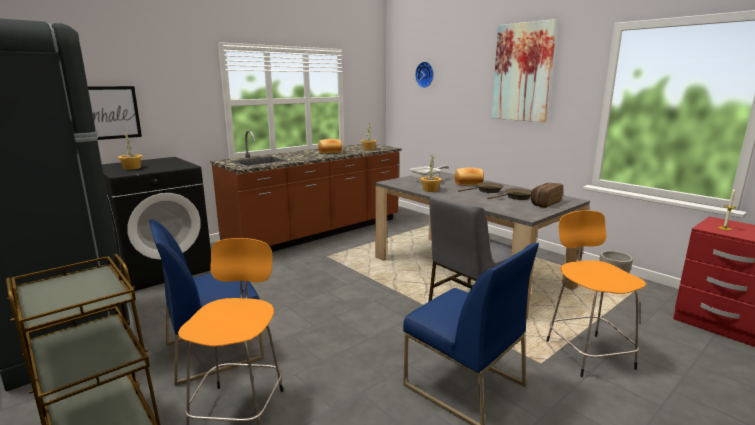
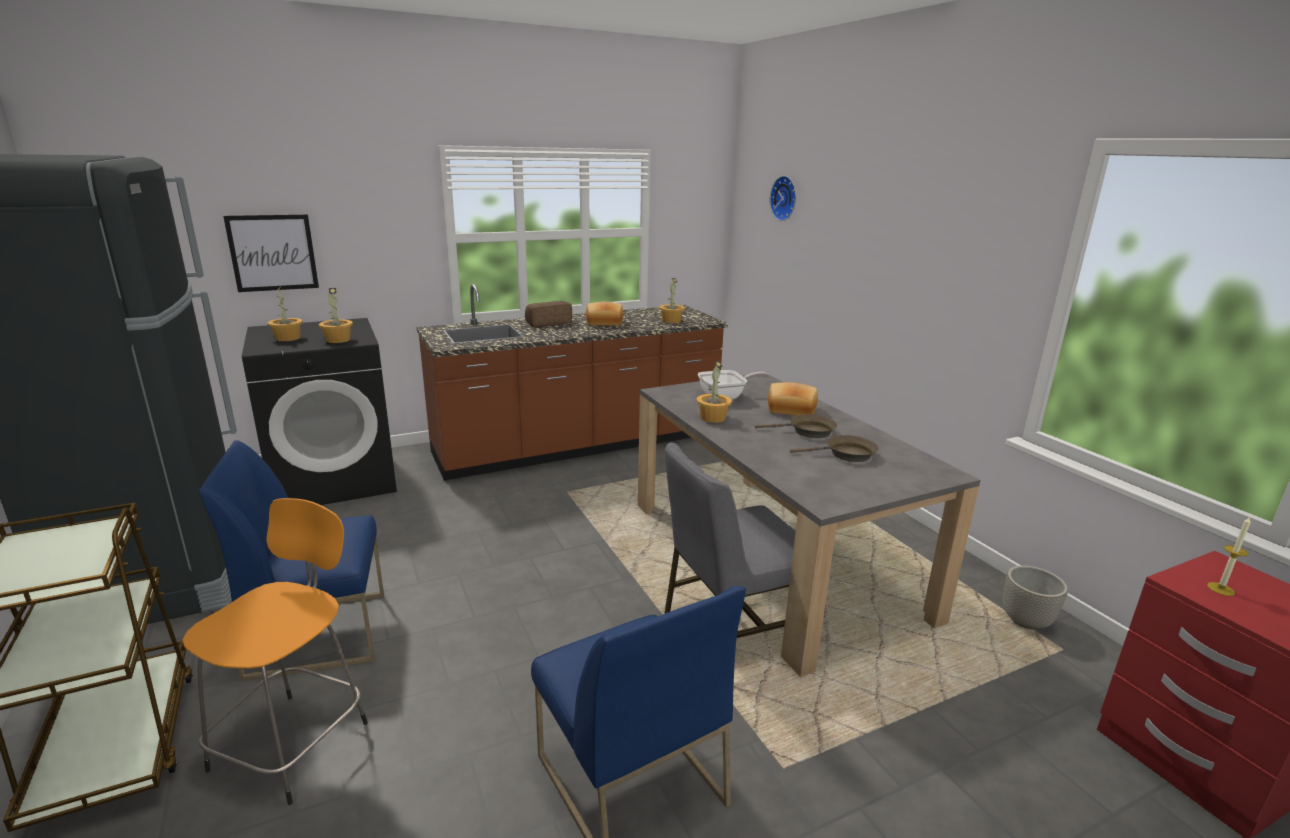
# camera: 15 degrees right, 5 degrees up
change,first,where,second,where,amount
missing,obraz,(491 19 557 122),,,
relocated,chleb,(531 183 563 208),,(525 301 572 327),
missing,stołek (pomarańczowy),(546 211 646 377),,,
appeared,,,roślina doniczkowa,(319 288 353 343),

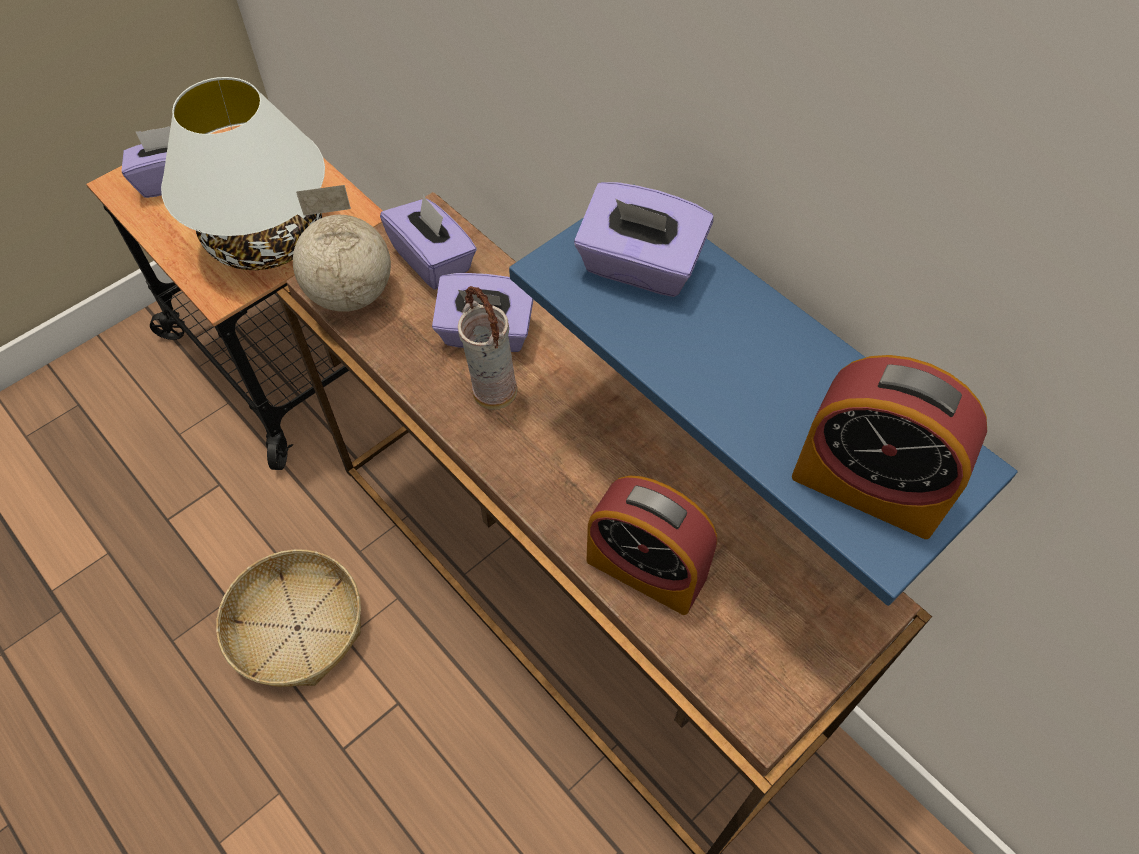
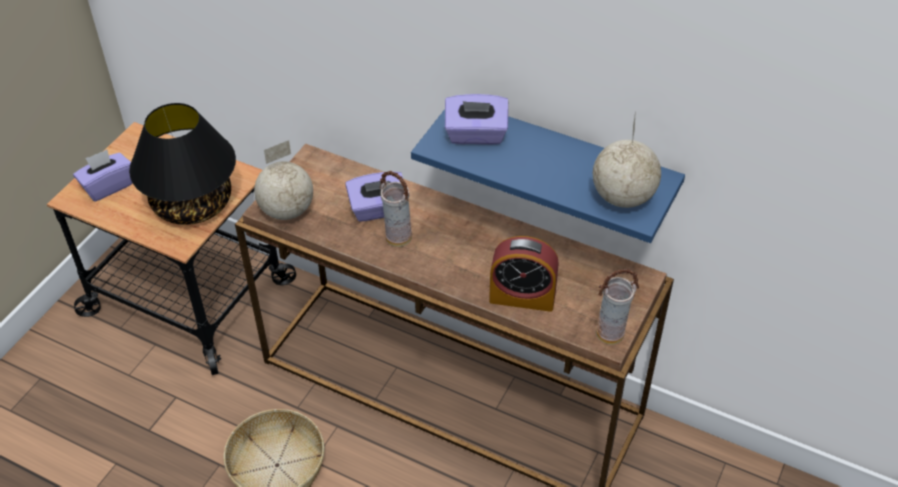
# camera: 20 degrees left, 10 degrees down
change,first,where,second,where,amount
colour,lampa stołowa (biały),(161 77 325 270),lampa stołowa (czarny),(129 103 236 225),
missing,pudełko chusteczek (fioletowy),(380 194 477 290),,,
exchanged,budzik,(792 355 987 539),globus,(593 110 661 208),
appeared,,,wazon,(596 268 639 345),

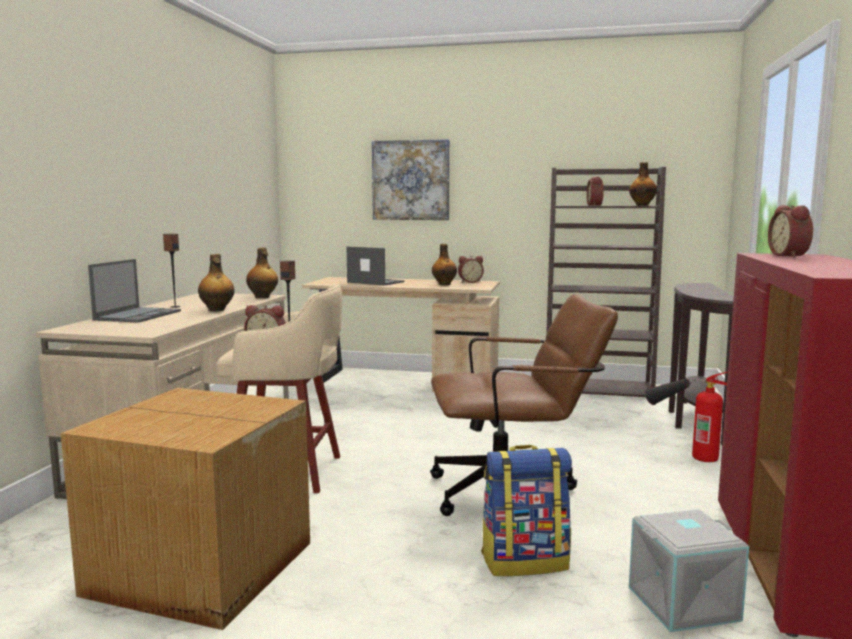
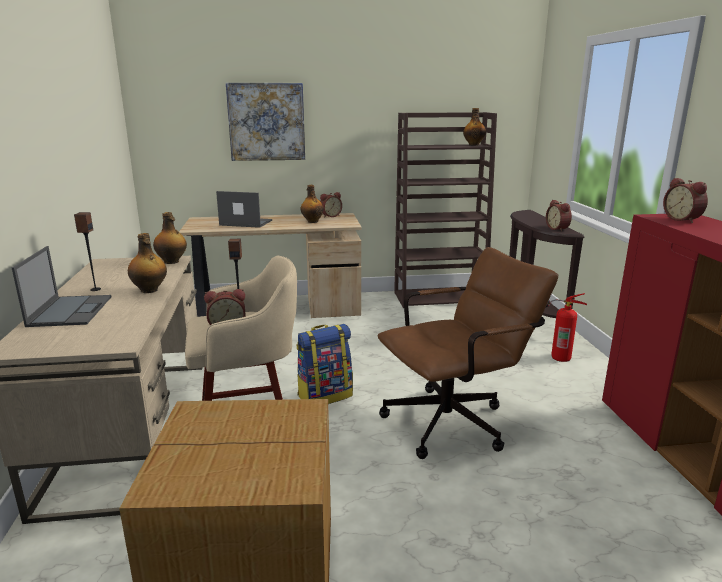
# camera: 20 degrees left, 10 degrees up
change,first,where,second,where,amount
relocated,budzik,(587 177 604 206),,(546 200 572 232),
relocated,plecak,(481 445 572 576),,(297 324 353 404),
missing,pojemnik do przechowywania (szary),(629 509 749 632),,,

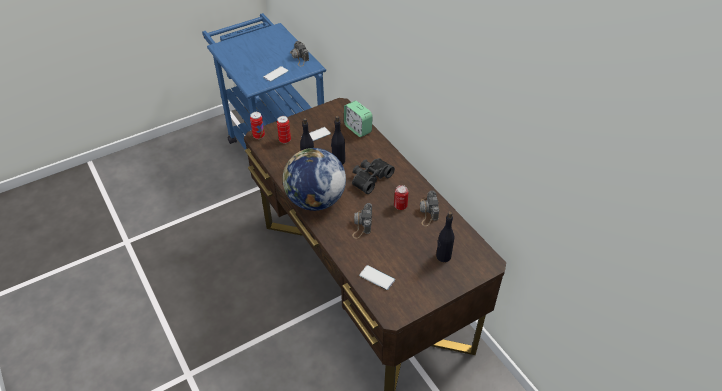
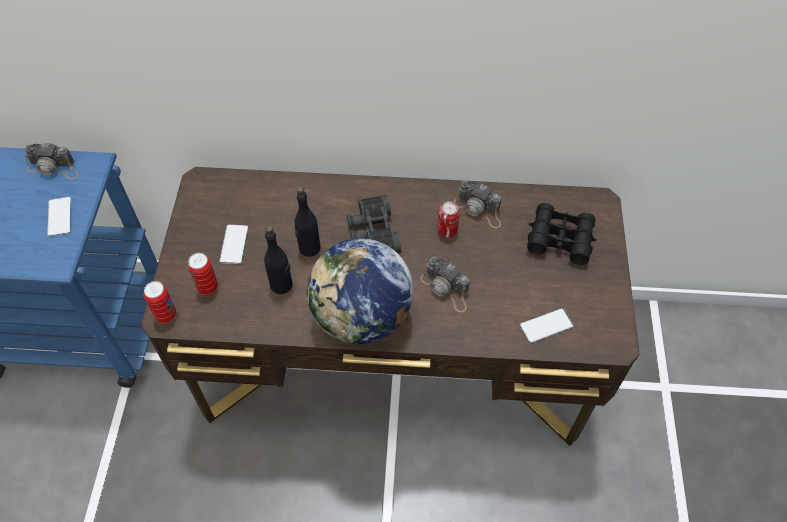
# camera: 55 degrees left, 10 degrees up
change,first,where,second,where,amount
missing,budzik,(344 101 373 137),,,
exchanged,butelka (czarny),(436 211 455 262),lornetka (czarny),(527 203 597 265),

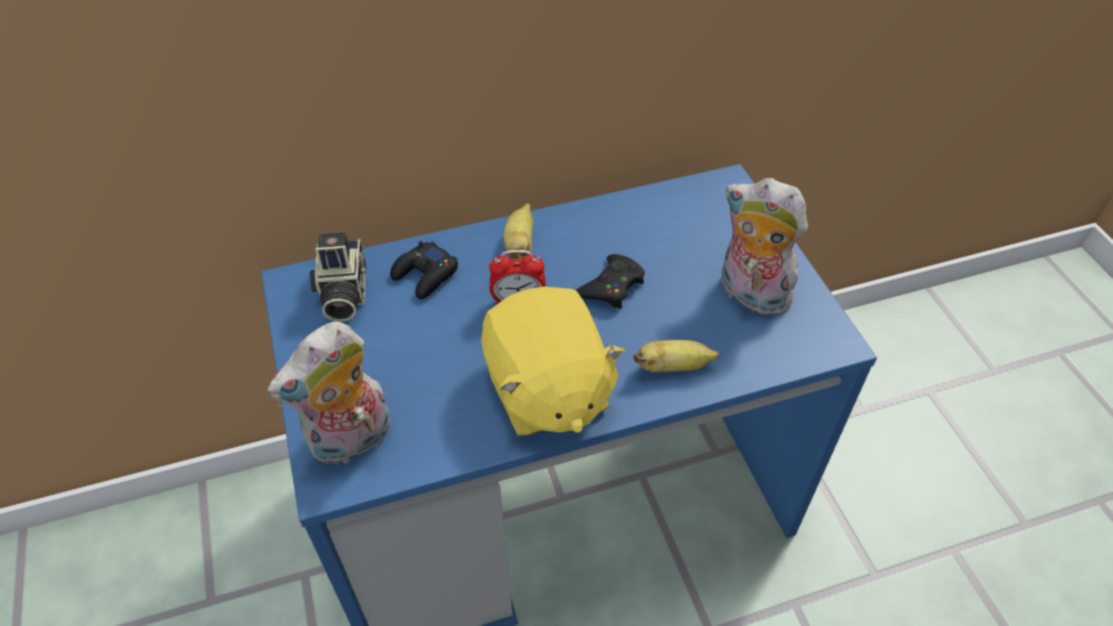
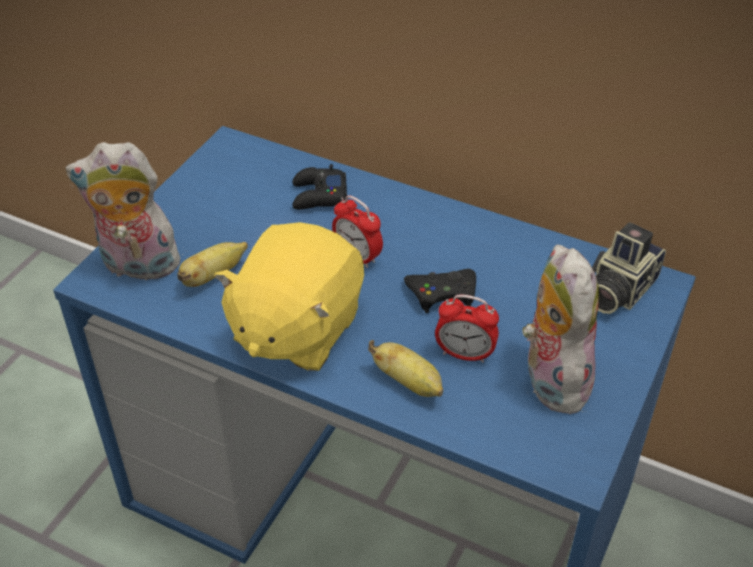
# camera: 45 degrees right, 5 degrees down
change,first,where,second,where,amount
relocated,banan,(503 203 533 260),,(177 242 248 287),
relocated,aparat fotograficzny,(310 232 366 322),,(592 222 666 314),
appeared,,,budzik,(435 295 499 363),

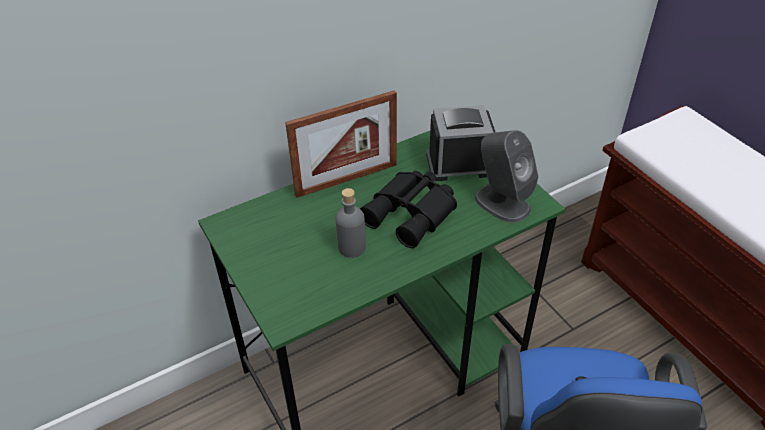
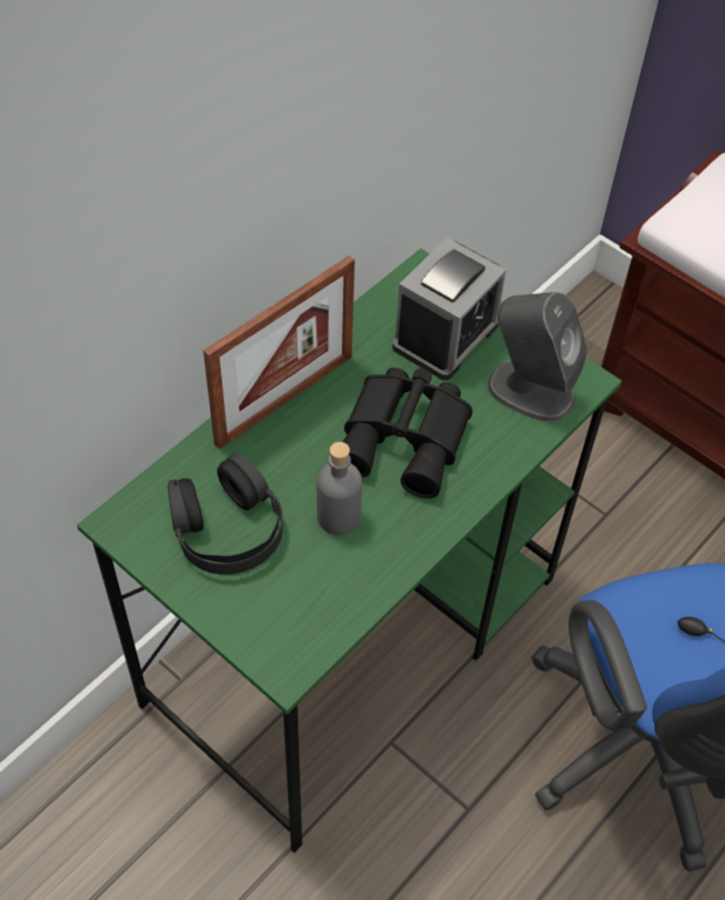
# camera: 20 degrees left, 10 degrees up
change,first,where,second,where,amount
spun,budzik,(426 105 495 181),,(392 238 506 380),150 degrees clockwise
appeared,,,słuchawki (czarny),(168 453 283 575),

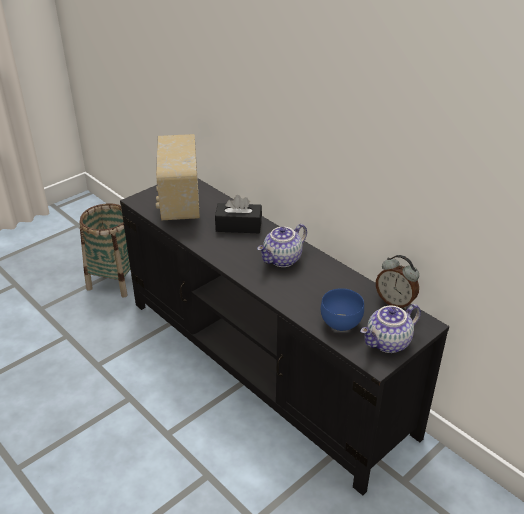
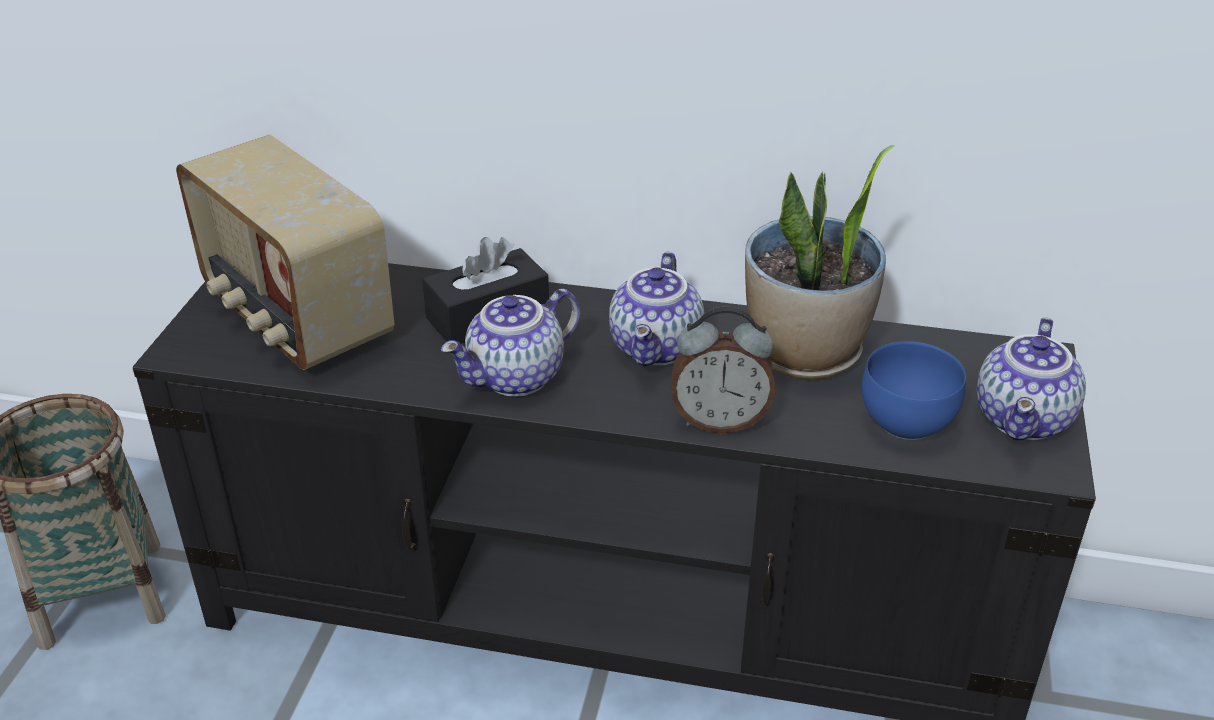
# camera: 35 degrees left, 0 degrees up
change,first,where,second,where,amount
relocated,budzik,(376 255 419 310),,(671 306 775 433),
appeared,,,roślina doniczkowa,(745 145 895 379),
appeared,,,imbryk,(441 289 580 396),

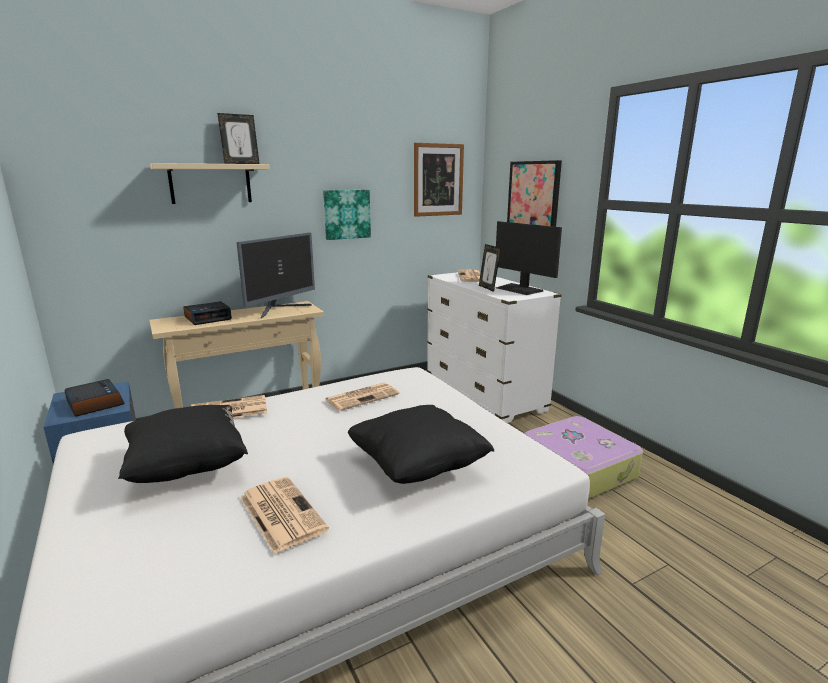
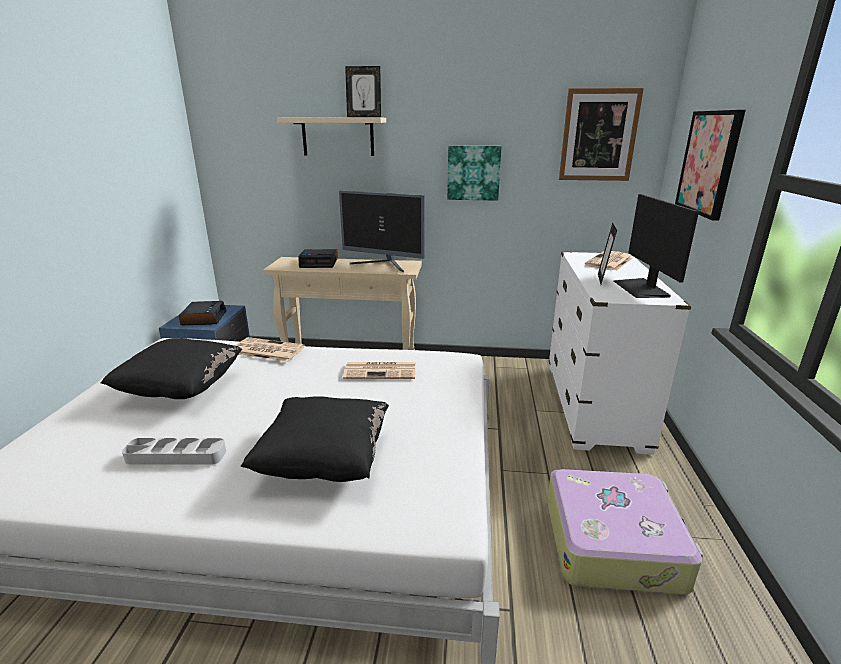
# camera: 35 degrees right, 5 degrees up
change,first,where,second,where,amount
spun,monitor,(237 233 315 318),,(339 190 425 272),45 degrees clockwise
exchanged,gazeta,(240 477 329 554),taca (szary),(122 438 226 465),

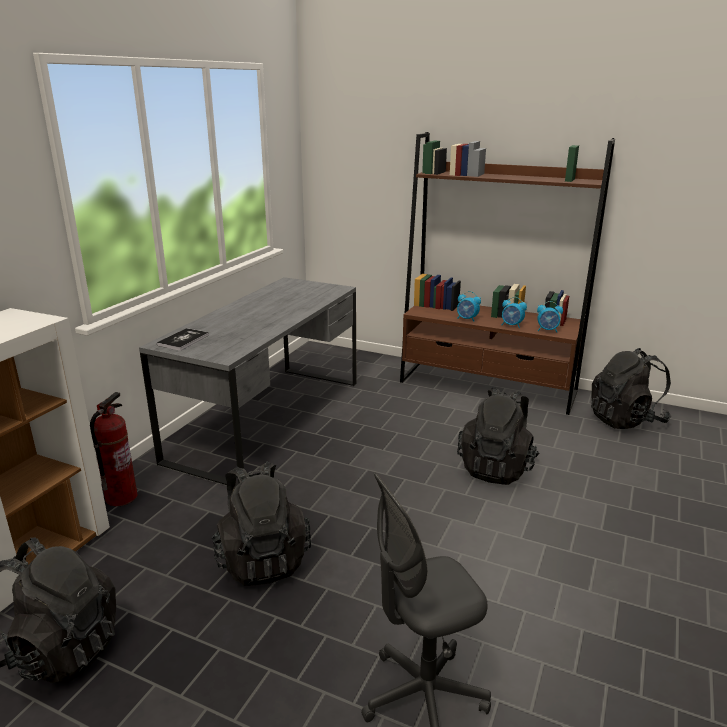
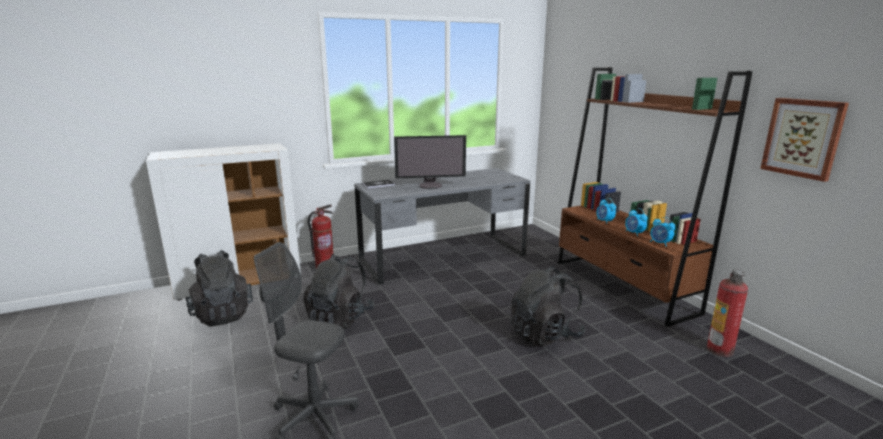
# camera: 40 degrees right, 5 degrees down
change,first,where,second,where,amount
exchanged,plecak (czarny),(591 348 671 429),gaśnica,(706 269 748 357),
appeared,,,obraz,(760 98 849 182),
appeared,,,monitor,(394 135 466 189),

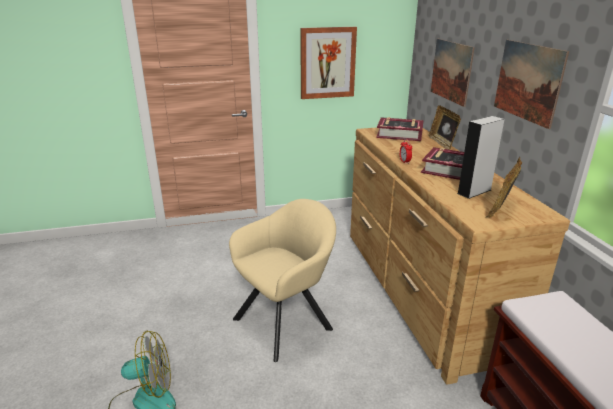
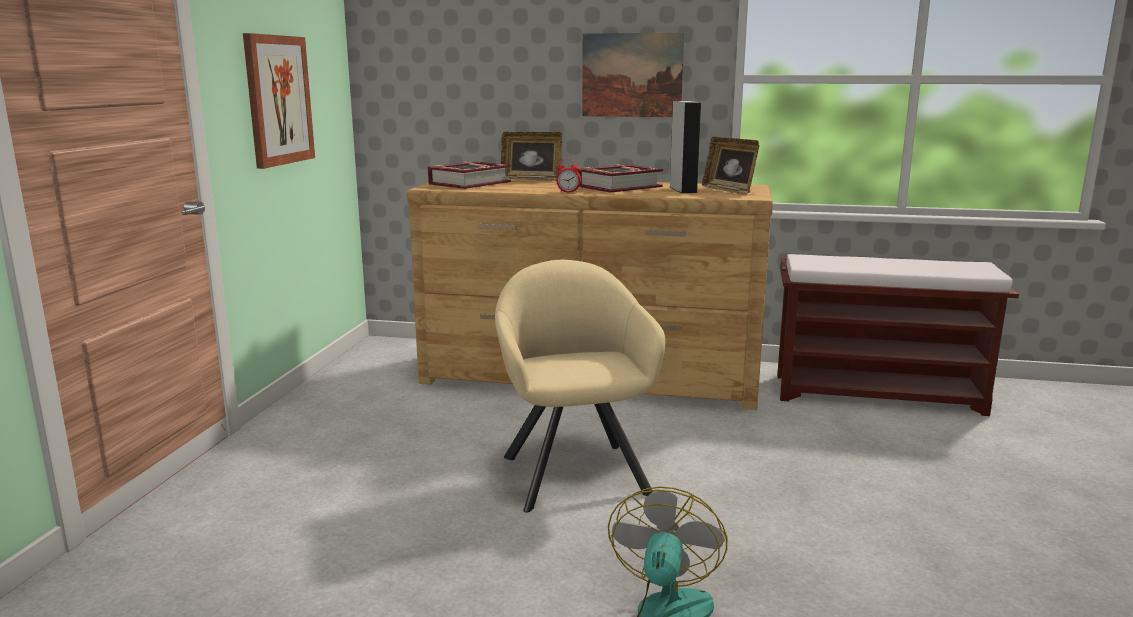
# camera: 65 degrees left, 10 degrees down
change,first,where,second,where,amount
missing,obraz,(431 39 475 107),,,

